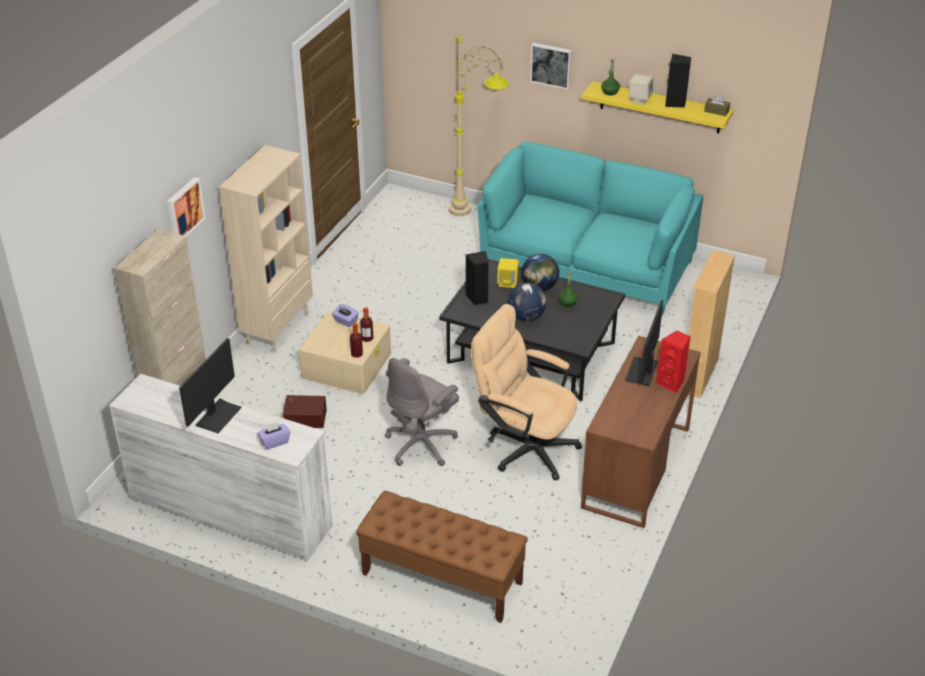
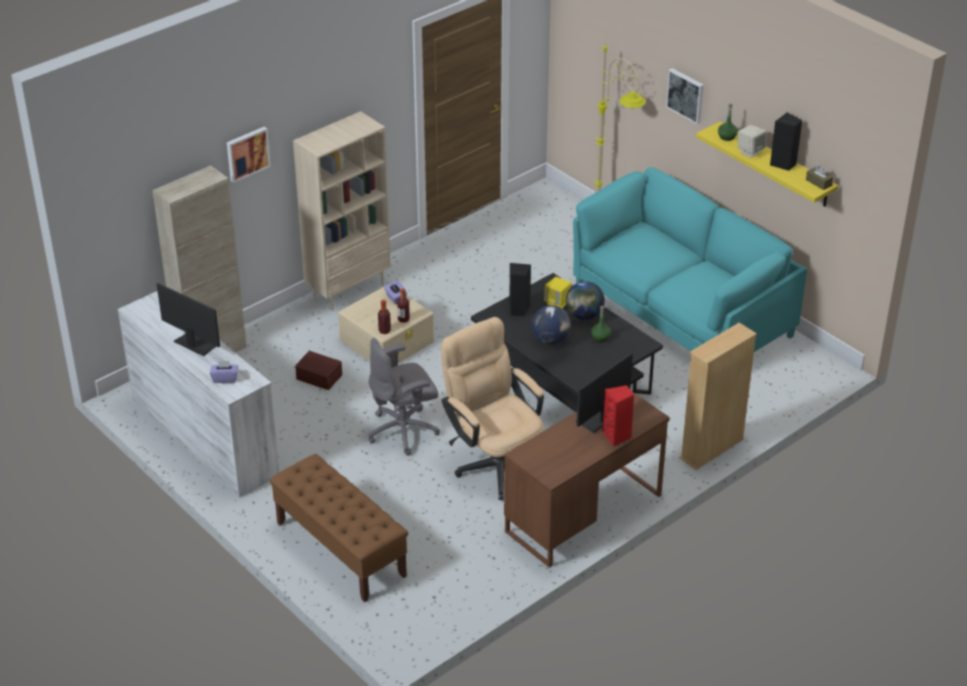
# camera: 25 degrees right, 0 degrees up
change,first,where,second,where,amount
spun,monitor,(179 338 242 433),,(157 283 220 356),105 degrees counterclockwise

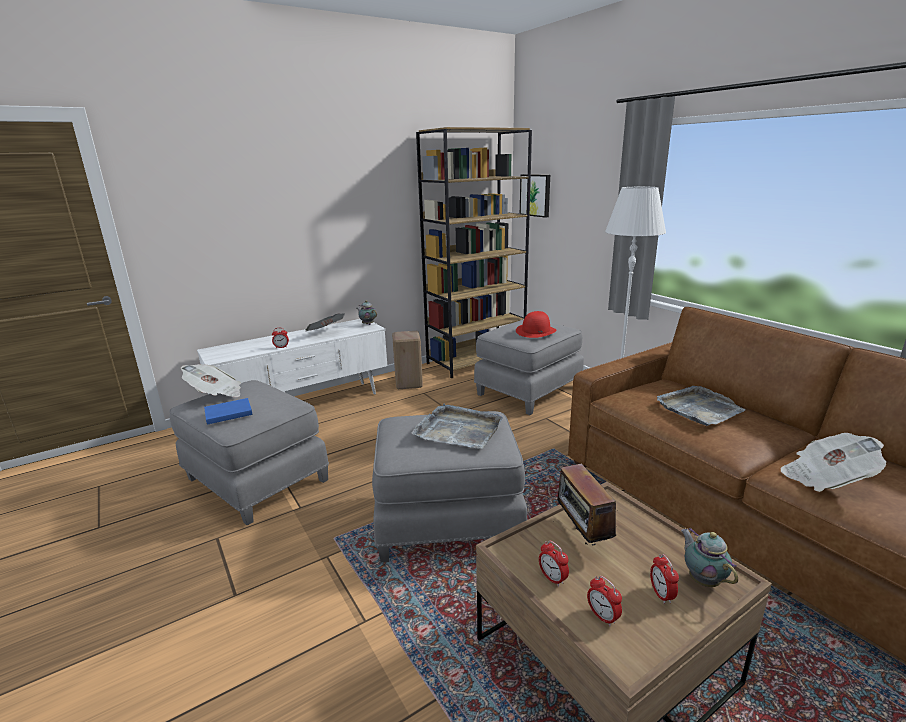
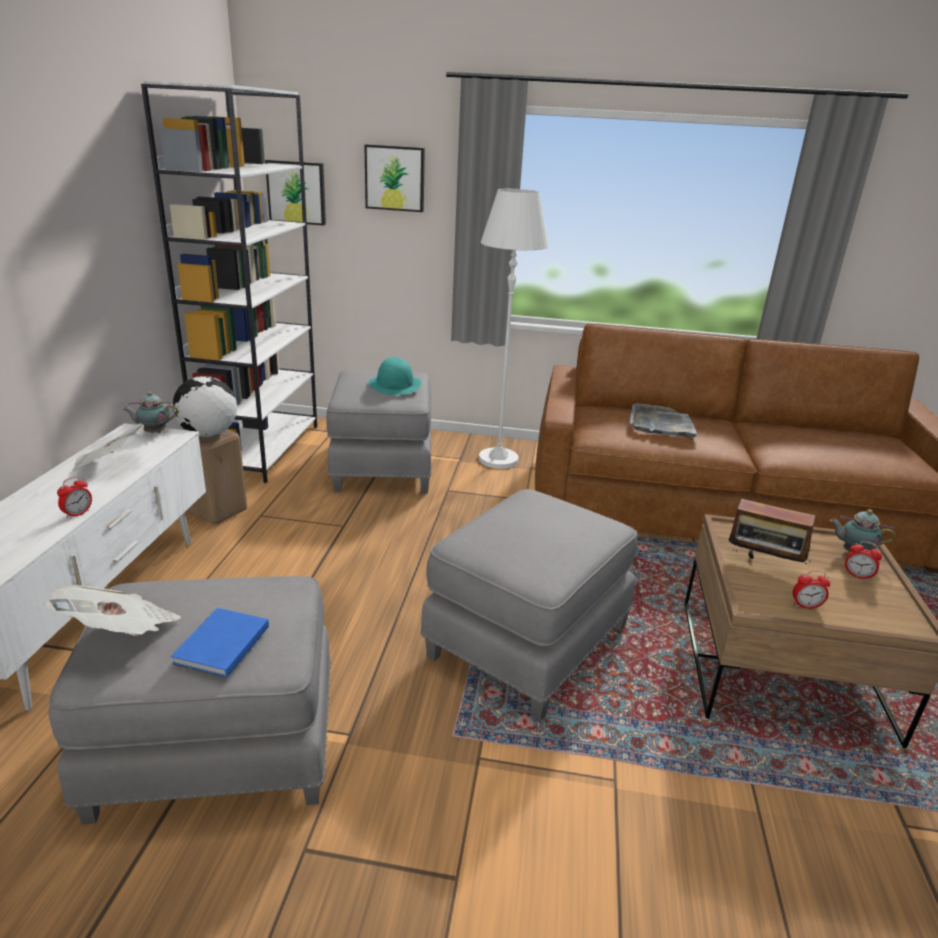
# camera: 50 degrees left, 5 degrees up
change,first,where,second,where,amount
colour,regał (brązowy),(416 127 532 378),regał (biały),(141 81 317 483),
colour,kapelusz (czerwony),(516 311 557 338),kapelusz (turkusowy),(368 357 422 395),
missing,taca (szary),(412 403 503 449),,,
missing,gazeta,(781 433 886 492),,,
missing,budzik,(587 576 622 626),,,
appeared,,,obraz,(365 144 425 212),
appeared,,,globus,(173 376 237 437),

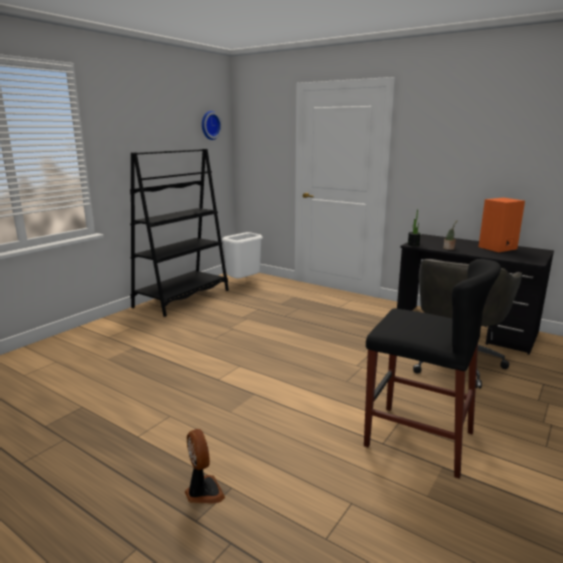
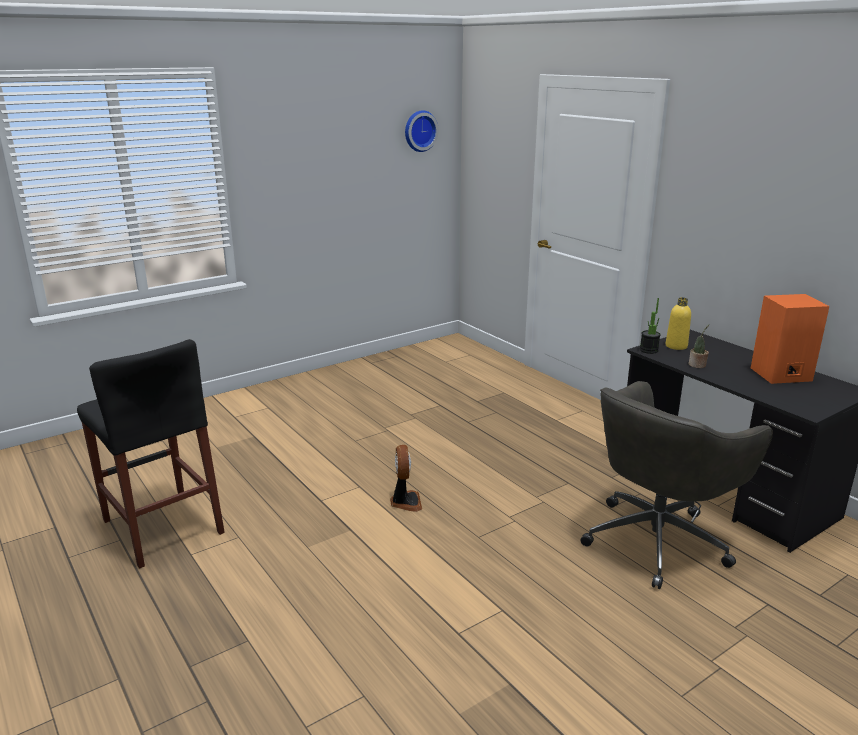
# camera: 20 degrees right, 5 degrees up
change,first,where,second,where,amount
missing,regał (czarny),(130 149 229 317),,,
missing,kosz na śmieci (biały),(222 232 263 278),,,
relocated,stołek (czarny),(364 259 501 479),,(77 339 225 569),
relocated,wentylator,(185 429 225 504),,(390 445 422 512),
appeared,,,butelka (żółty),(665 297 691 350),

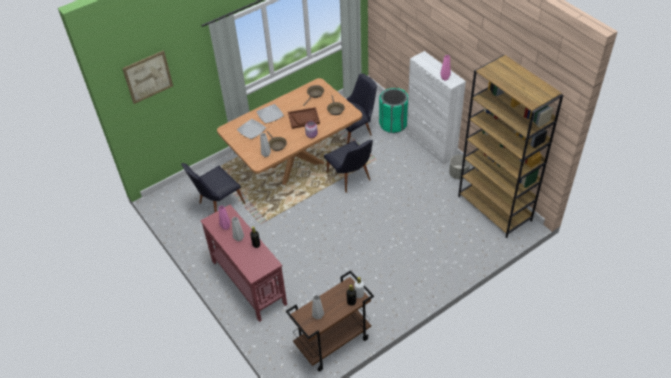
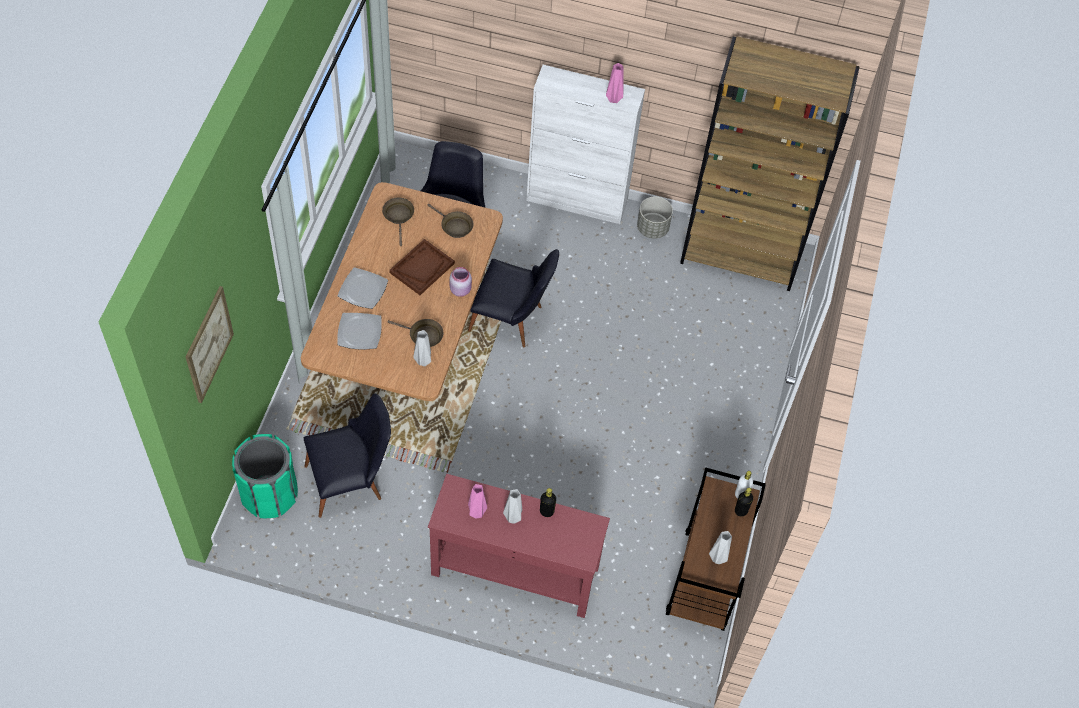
# camera: 45 degrees left, 10 degrees up
change,first,where,second,where,amount
relocated,kosz na śmieci (zielony),(379 88 408 133),,(232 434 298 518),
spun,krzesło (czarny),(181 163 246 212),,(304 393 391 518),120 degrees counterclockwise

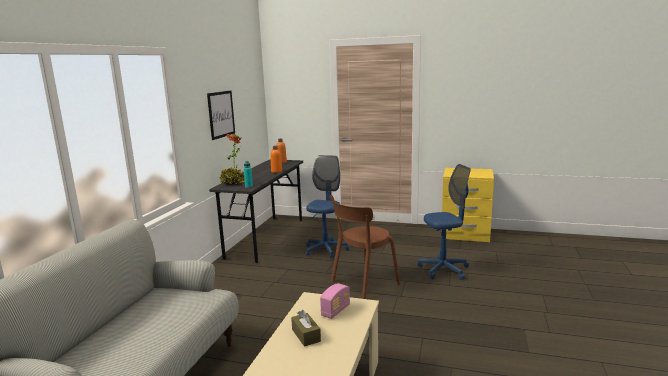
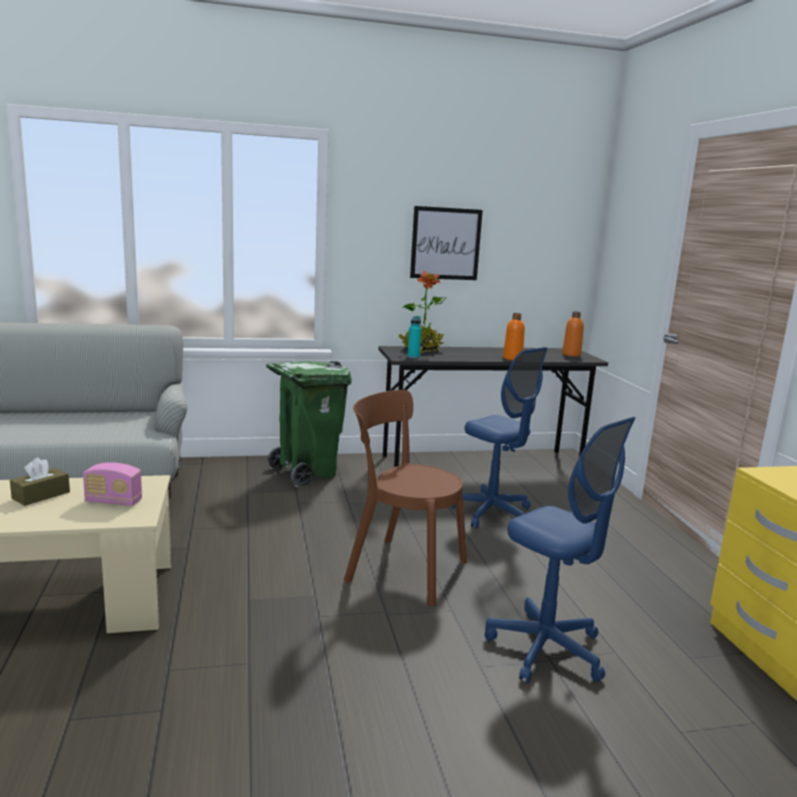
# camera: 60 degrees right, 0 degrees up
change,first,where,second,where,amount
spun,krzesło biurowe (niebieski),(306 155 349 259),,(451 347 548 529),60 degrees clockwise
appeared,,,kosz na śmieci (zielony),(266 361 352 487),

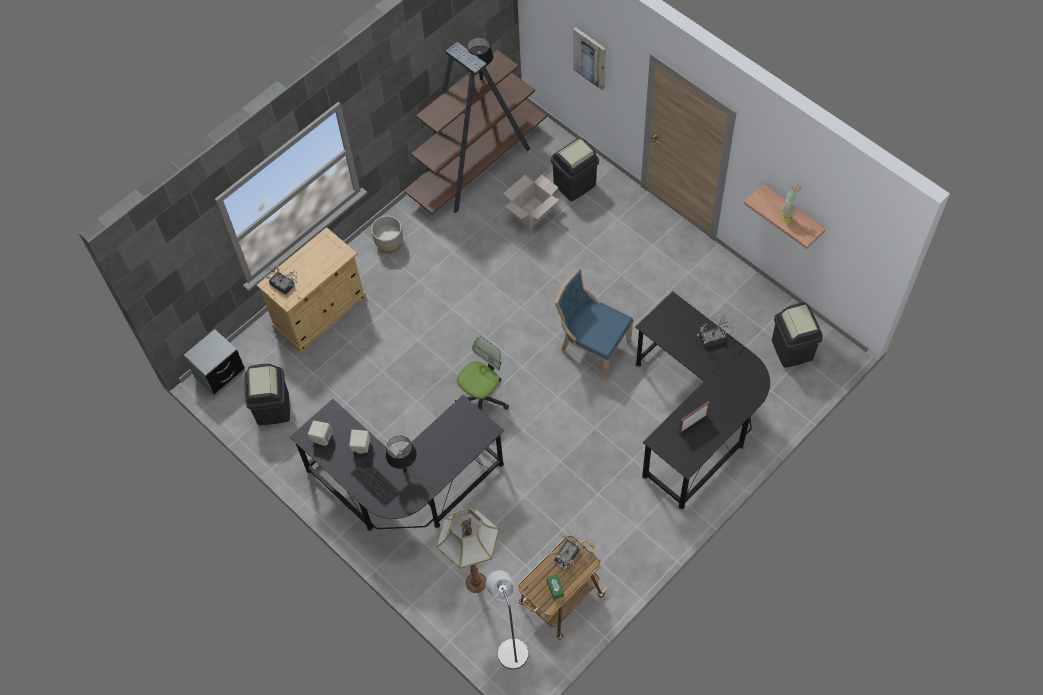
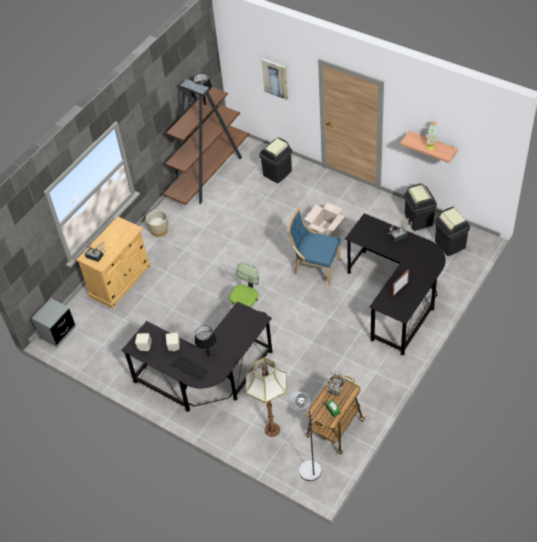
# camera: 10 degrees left, 10 degrees down
change,first,where,second,where,amount
relocated,karton,(503 175 560 229),,(305 202 345 236),
relocated,kosz na śmieci (czarny),(245 364 290 425),,(404 183 437 231),

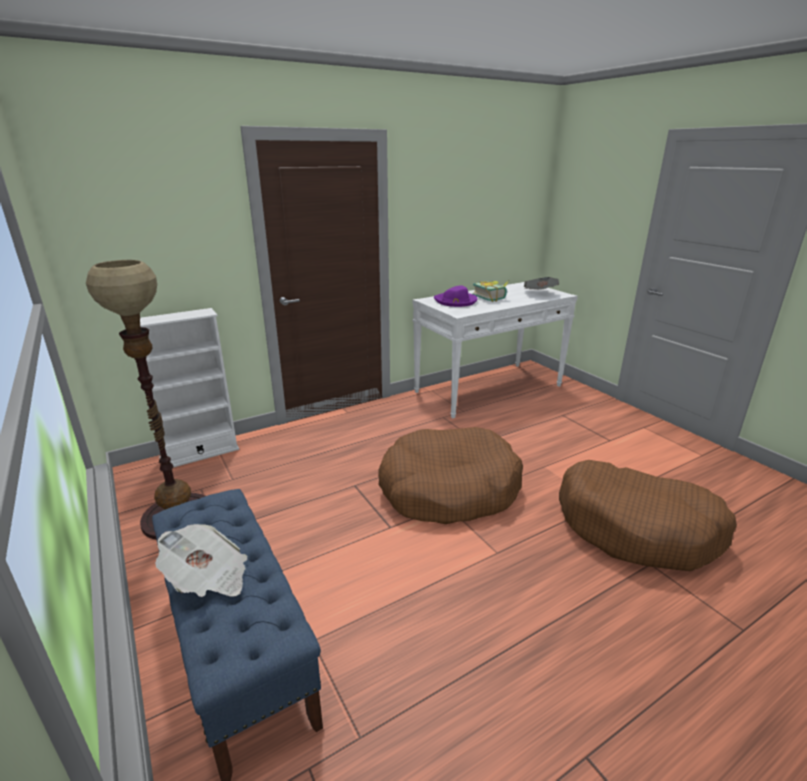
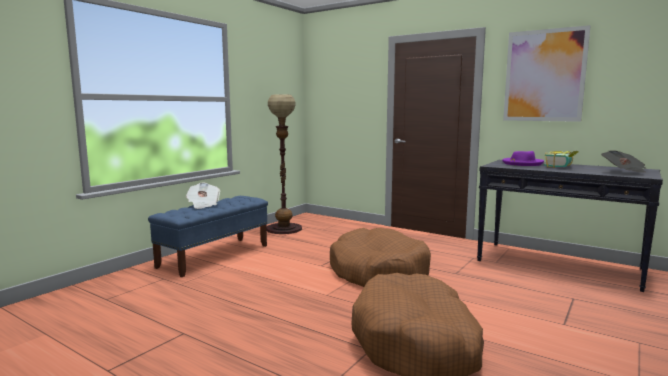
# camera: 65 degrees right, 15 degrees down
change,first,where,second,where,amount
colour,stolik konsolowy (biały),(412 282 578 418),stolik konsolowy (czarny),(477 160 663 292),
missing,regał (biały),(140 308 239 467),,,
appeared,,,obraz,(503 25 590 122),

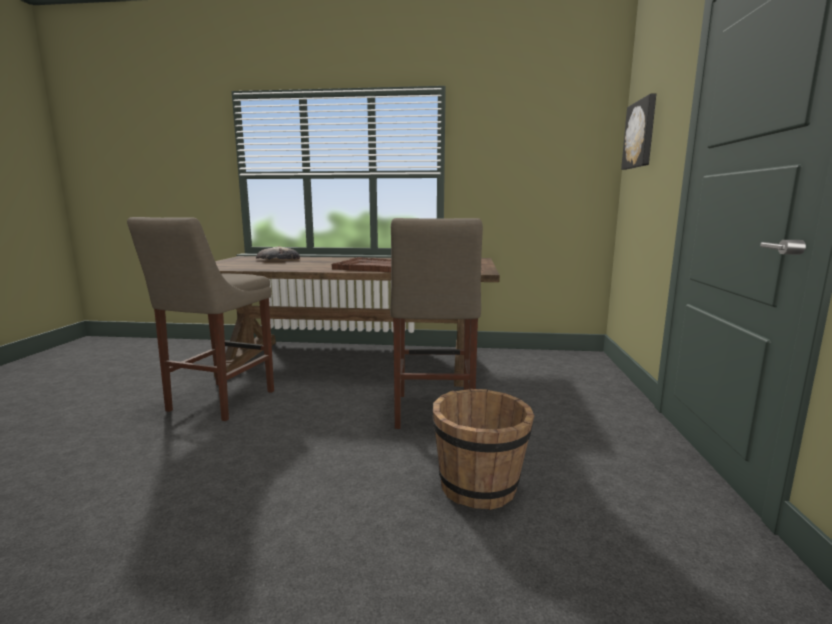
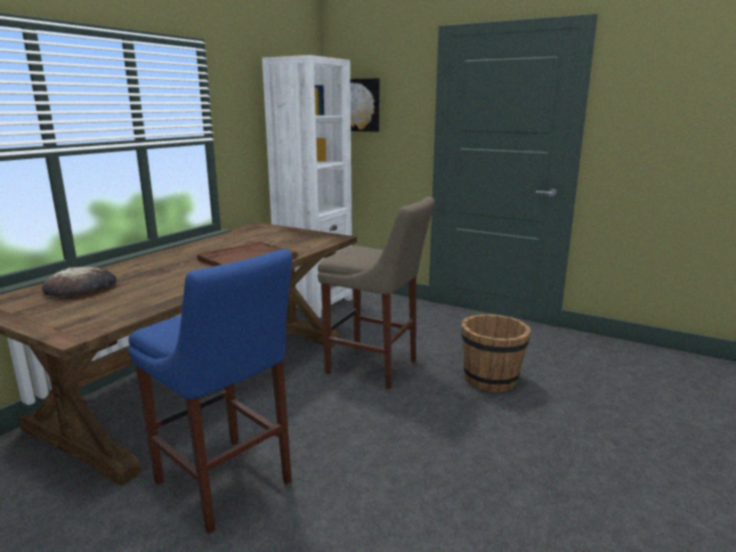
# camera: 65 degrees left, 5 degrees up
change,first,where,second,where,amount
colour,stołek (beżowy),(127 217 274 421),stołek (niebieski),(128 249 292 534),
appeared,,,regał (biały),(262 55 352 318),

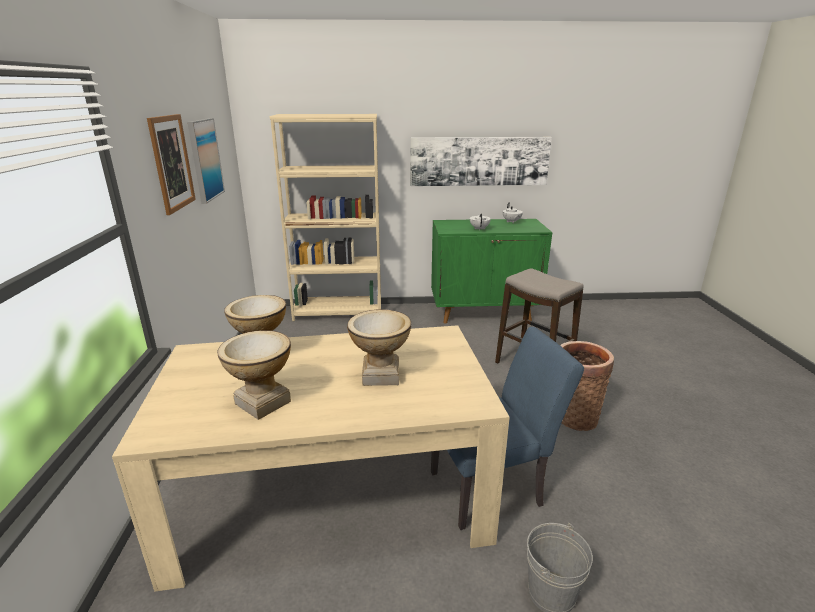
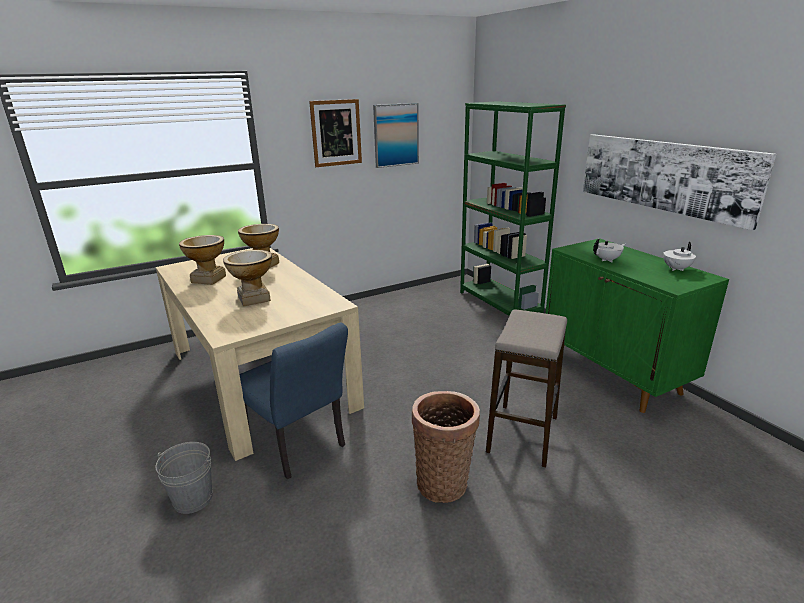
# camera: 65 degrees right, 0 degrees up
change,first,where,second,where,amount
colour,regał (beżowy),(270 114 381 321),regał (zielony),(460 101 566 316),

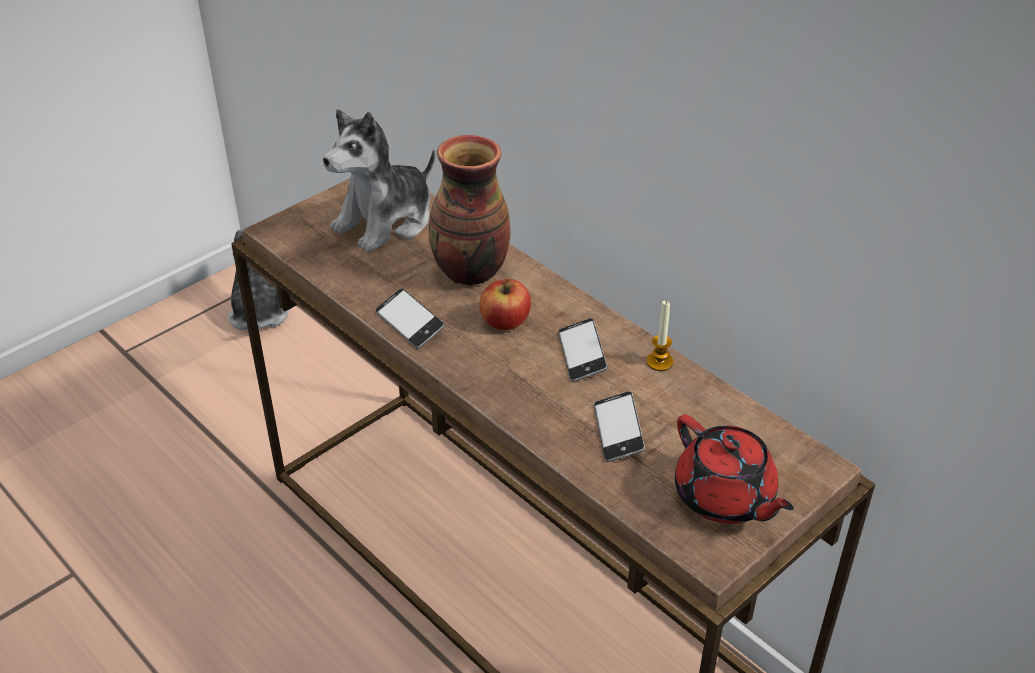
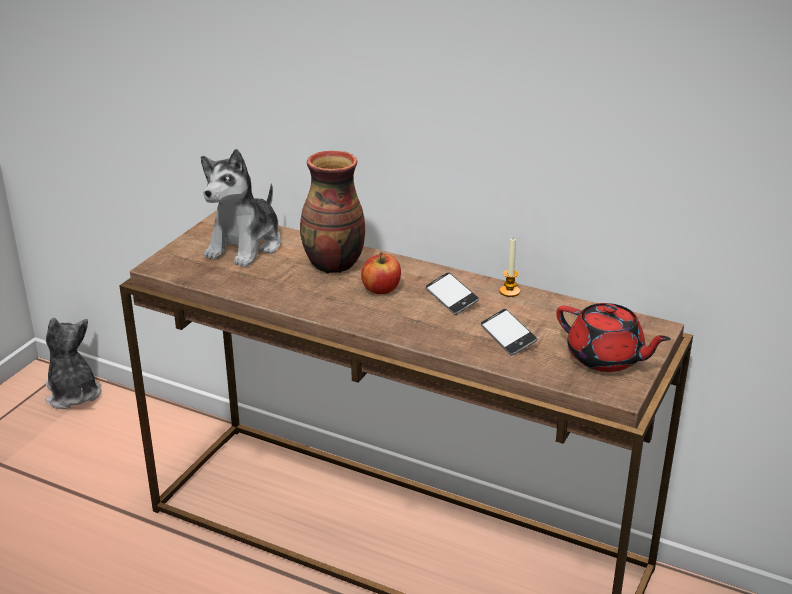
# camera: 20 degrees left, 10 degrees down
change,first,where,second,where,amount
missing,telefon,(376 288 445 348),,,

